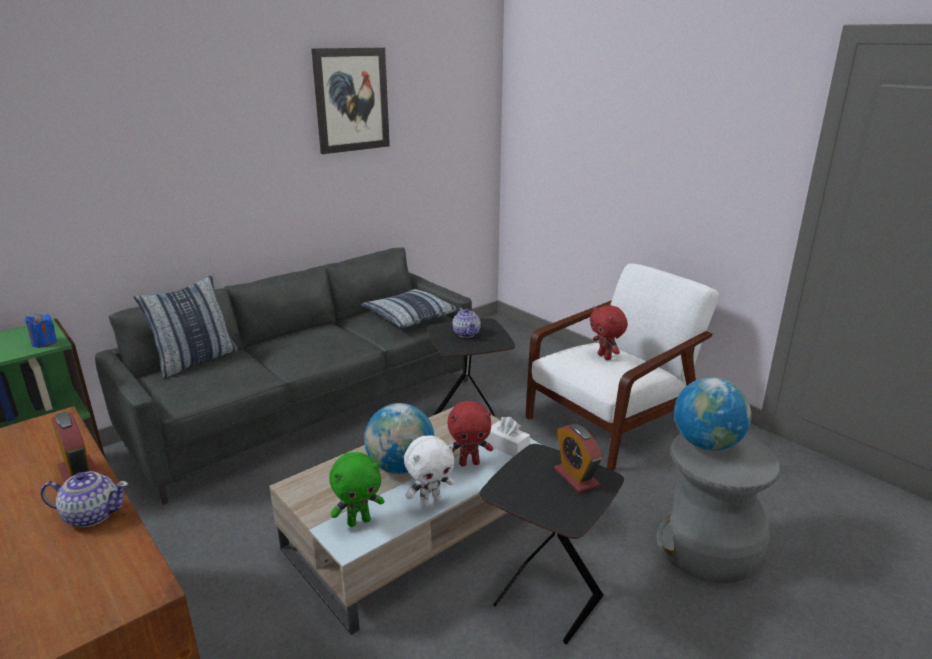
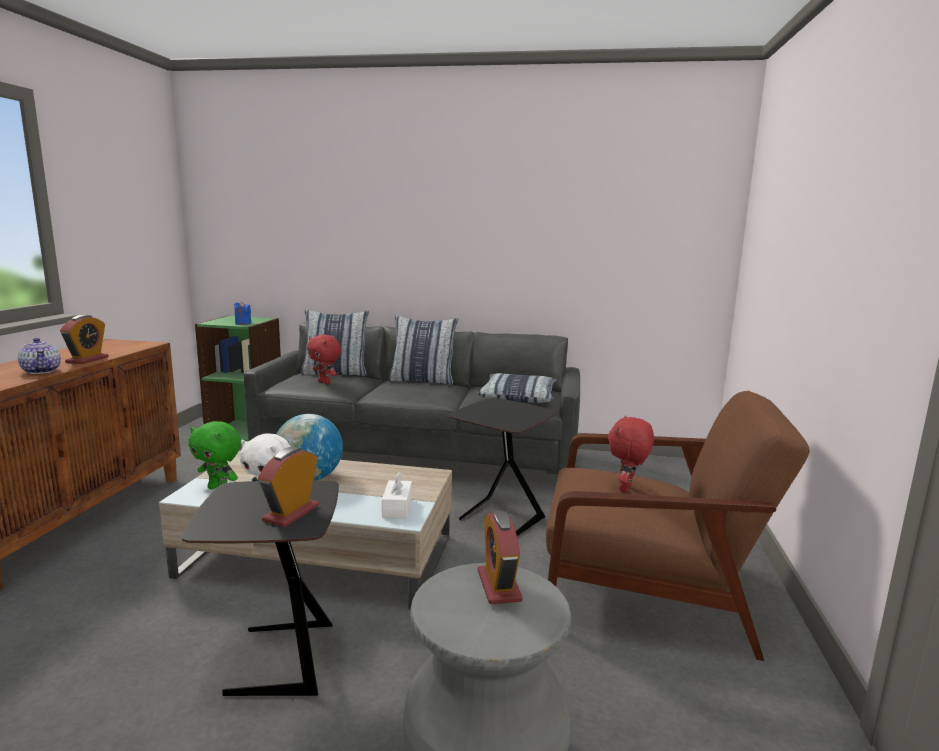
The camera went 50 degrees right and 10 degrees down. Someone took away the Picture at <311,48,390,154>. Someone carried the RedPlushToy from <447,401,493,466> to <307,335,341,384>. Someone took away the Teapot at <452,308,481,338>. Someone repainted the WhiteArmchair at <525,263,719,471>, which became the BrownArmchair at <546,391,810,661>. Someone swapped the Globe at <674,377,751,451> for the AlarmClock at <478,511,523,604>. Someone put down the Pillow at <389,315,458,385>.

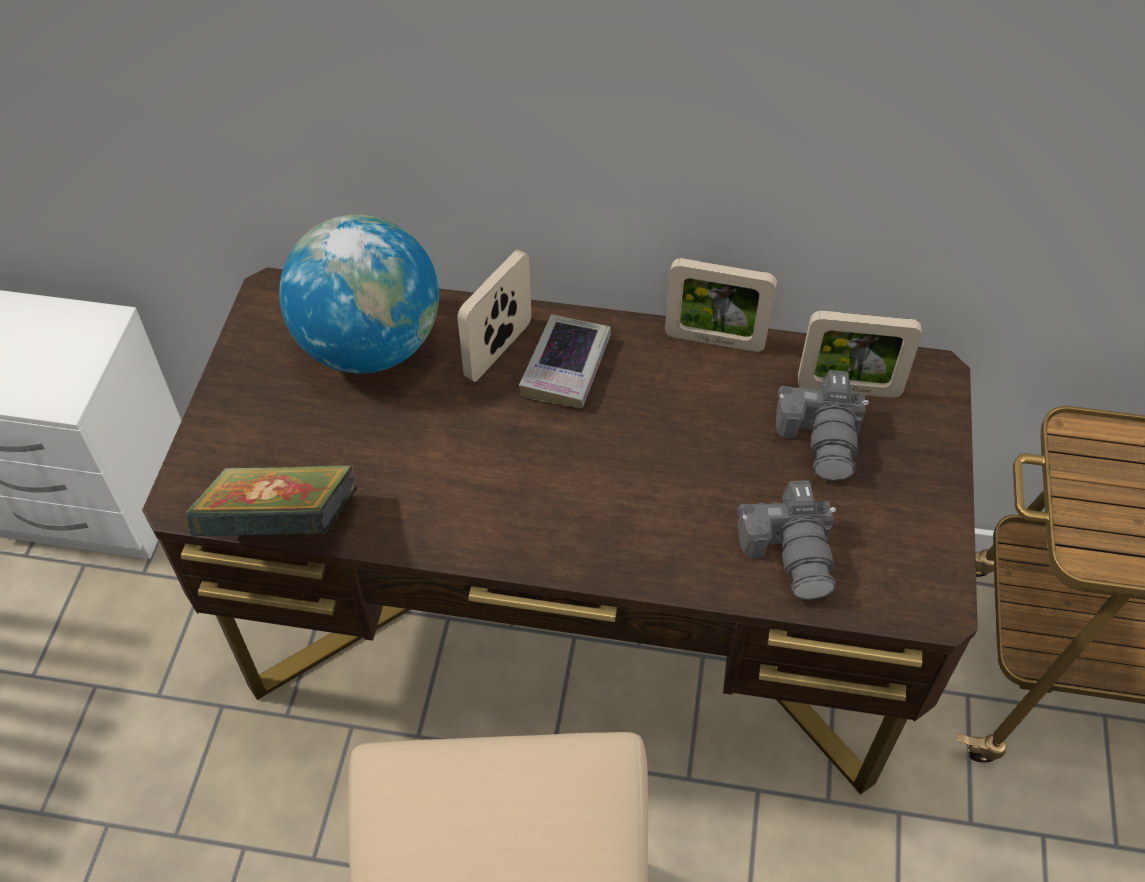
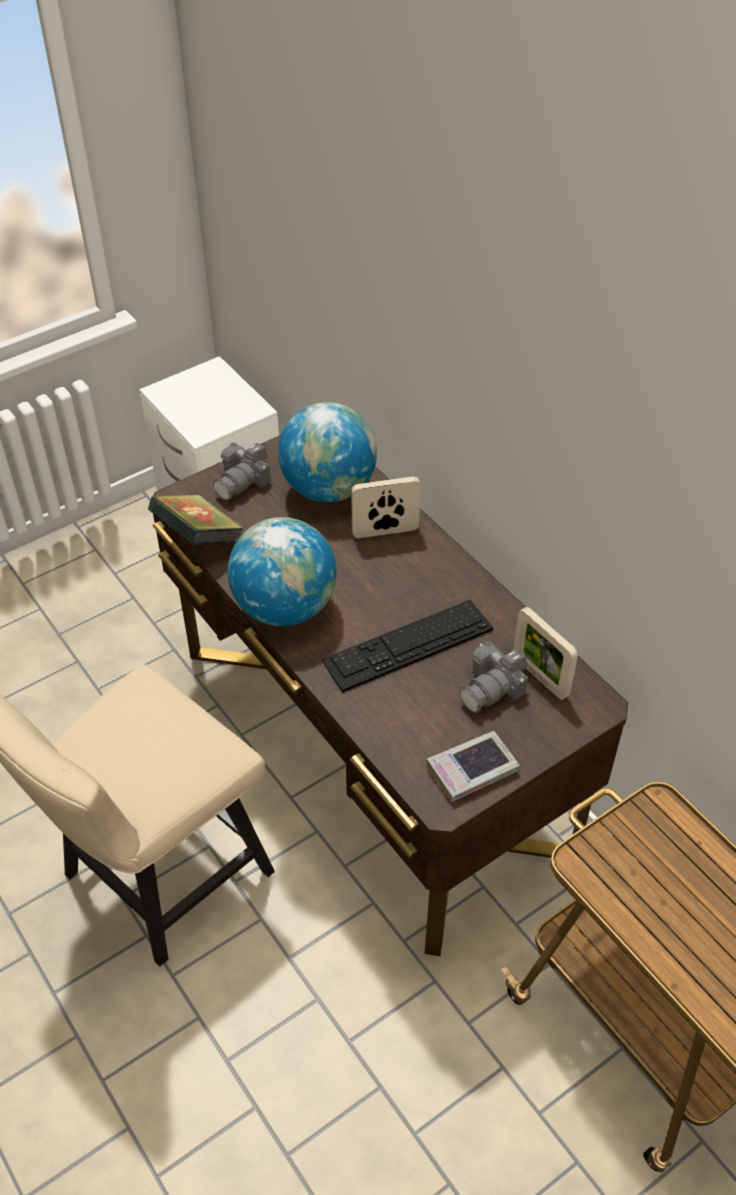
The camera went 45 degrees right and 5 degrees down. Someone carried the Book from <519,315,611,408> to <427,731,520,802>. Someone took away the PictureFrame at <665,258,777,352>. Someone carried the PhotoCamera from <737,480,836,600> to <213,443,271,501>. Someone put down the Globe at <228,517,337,626>. Someone put down the Keyboard at <321,600,493,693>.

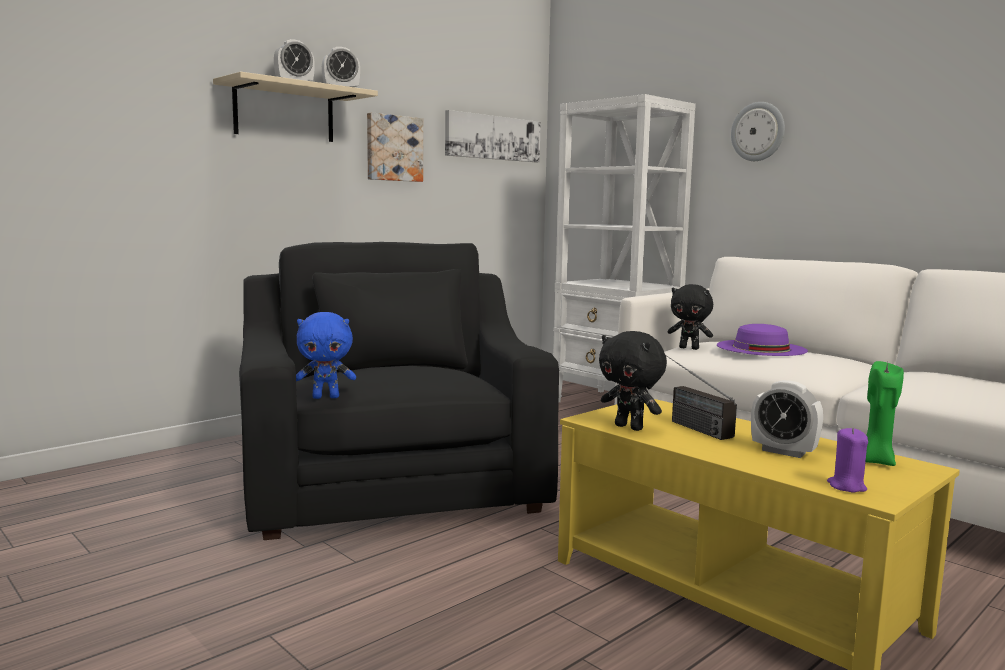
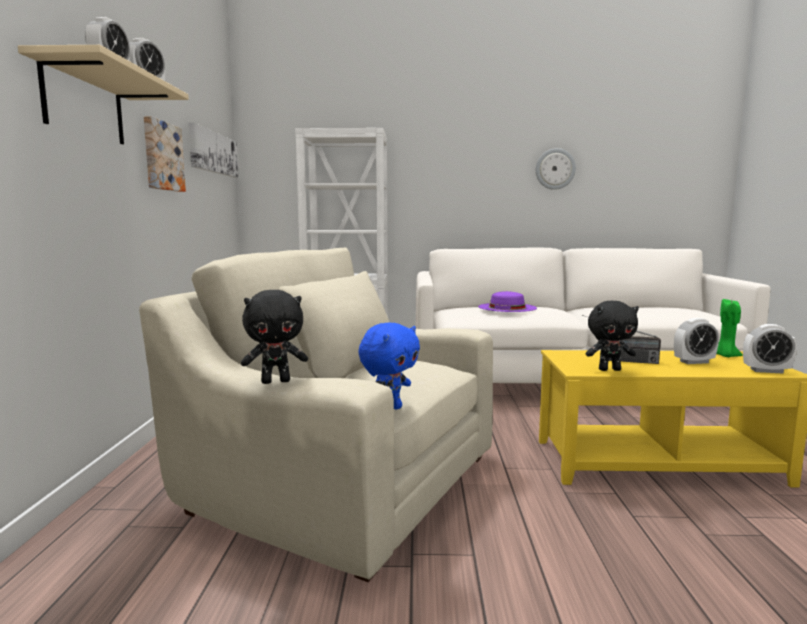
The camera went 45 degrees left and 0 degrees up. Someone repainted the BlackArmchair at <239,242,559,540>, which became the BeigeArmchair at <139,248,493,582>. Someone carried the BlackPlushToy from <667,284,713,350> to <241,290,308,384>. Someone carried the WallClock from <731,102,785,161> to <536,148,576,190>. Someone swapped the PurpleCandle at <827,428,868,493> for the AlarmClock at <743,324,797,374>.

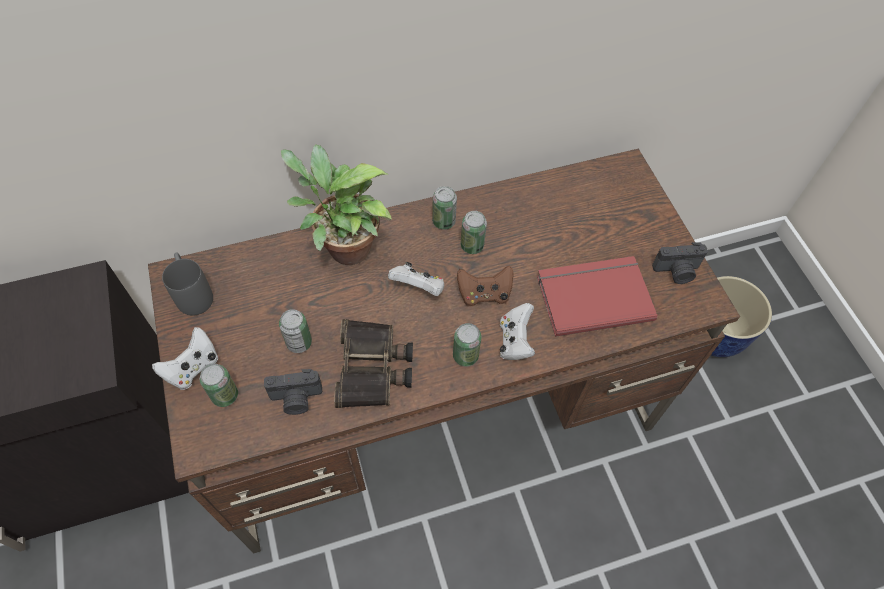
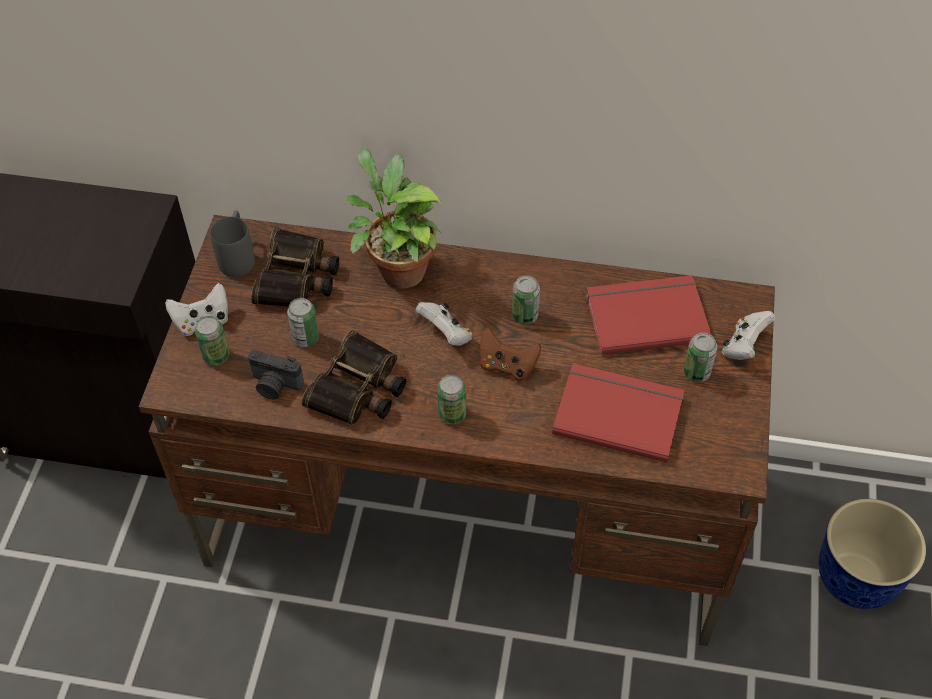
The camera went 30 degrees right and 5 degrees down. Someone carried the Can from <432,186,457,230> to <683,332,717,382>. Someone carried the WhiteGameController from <500,303,535,360> to <722,311,775,360>. Someone took away the PhotoCamera at <652,242,708,284>. Someone put down the Binoculars at <251,228,339,306>. Someone put down the RedBook at <586,275,712,355>.

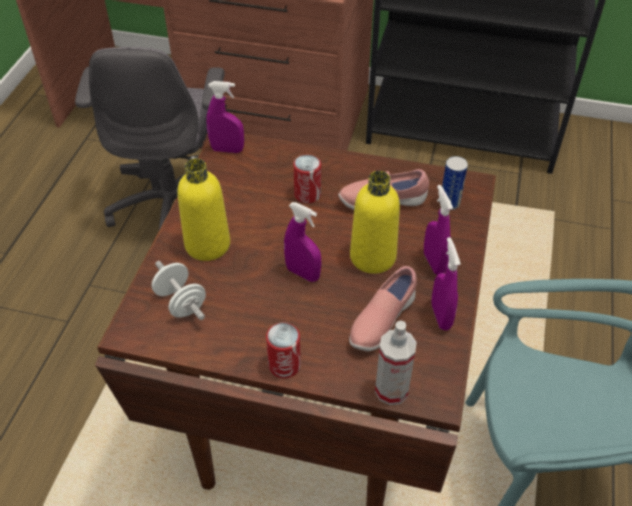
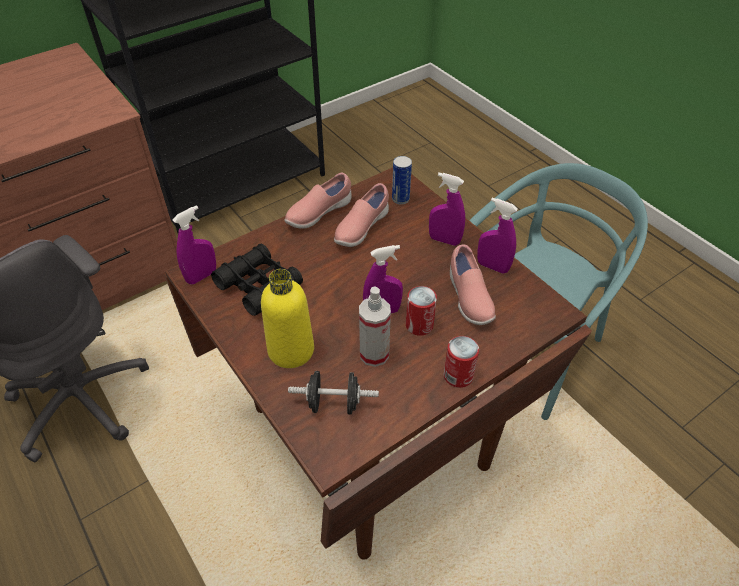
The camera went 50 degrees left and 0 degrees up. Someone repainted the WhiteDumbbell at <152,261,206,320>, which became the BlackDumbbell at <288,371,379,415>. Someone carried the Can from <294,154,321,203> to <406,286,437,336>. Someone took away the YellowBottle at <350,171,400,274>. Someone carried the SprayBottle from <375,320,417,405> to <359,287,391,367>. Someone put down the BlackBinoculars at <211,243,303,316>. Someone put down the PinkShoe at <284,173,351,229>.

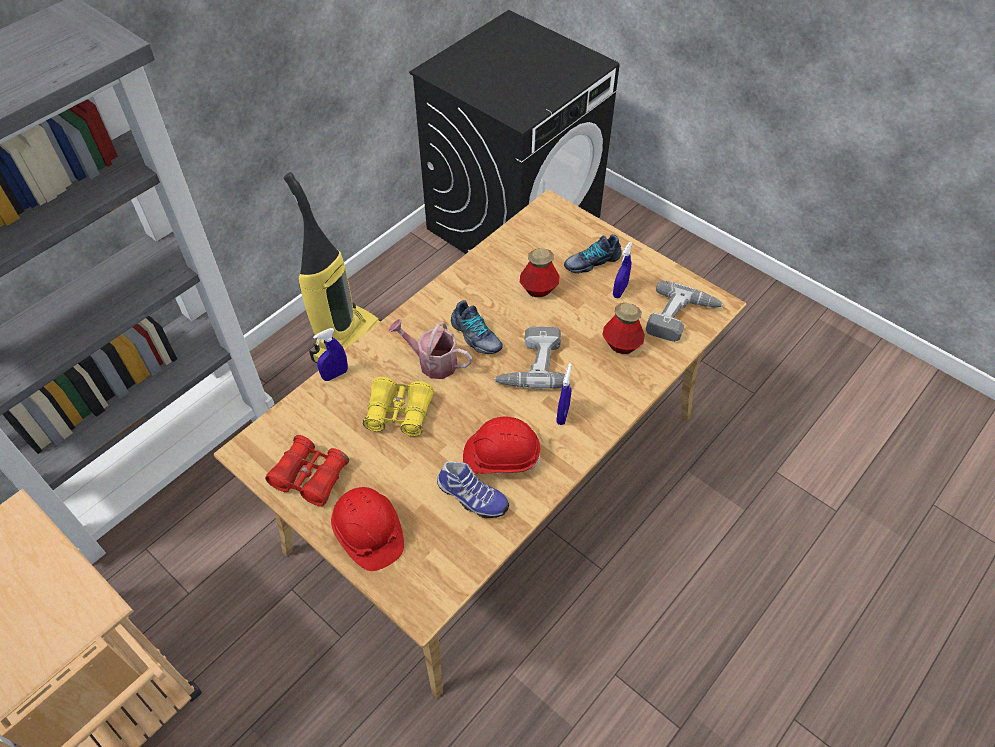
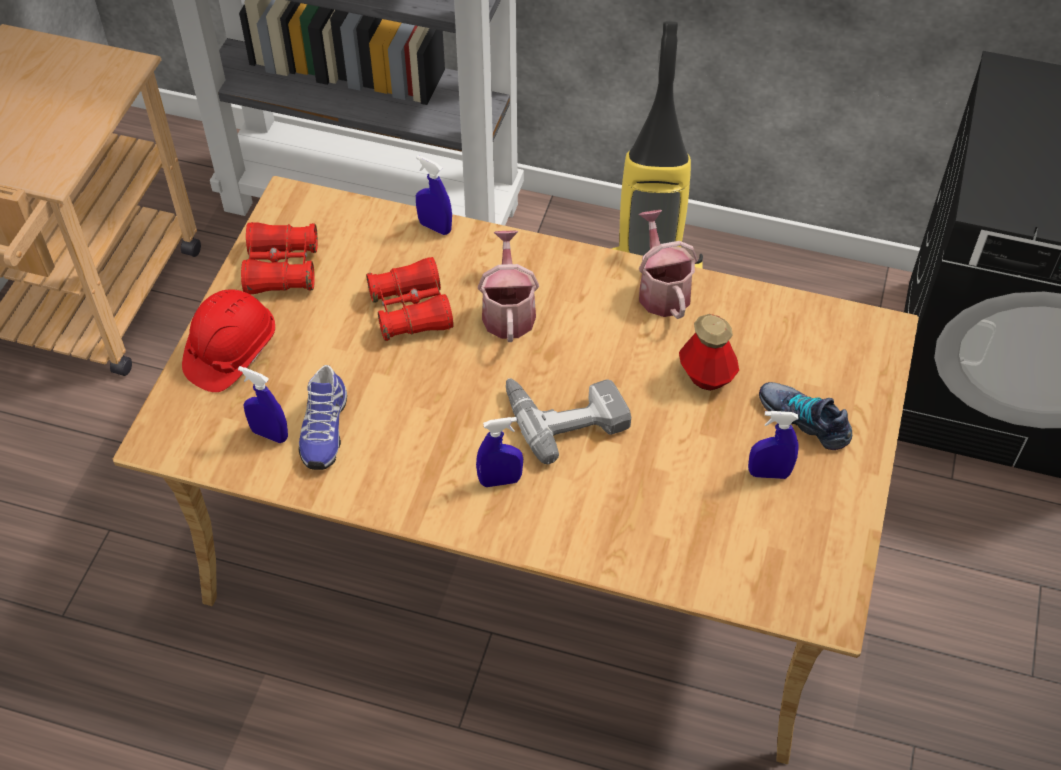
The camera went 65 degrees right and 0 degrees up. Someone repainted the YellowBinoculars at <363,377,434,436>, which became the RedBinoculars at <366,257,454,341>. Someone took away the Shoe at <451,300,503,354>. Someone took away the RedHardHat at <463,417,541,474>. Someone took away the Bottle at <602,303,645,354>. Someone took away the PowerDrill at <646,281,723,342>. Someone put down the BlueSprayBottle at <238,366,288,443>. Someone put down the WateringCan at <639,210,698,319>.

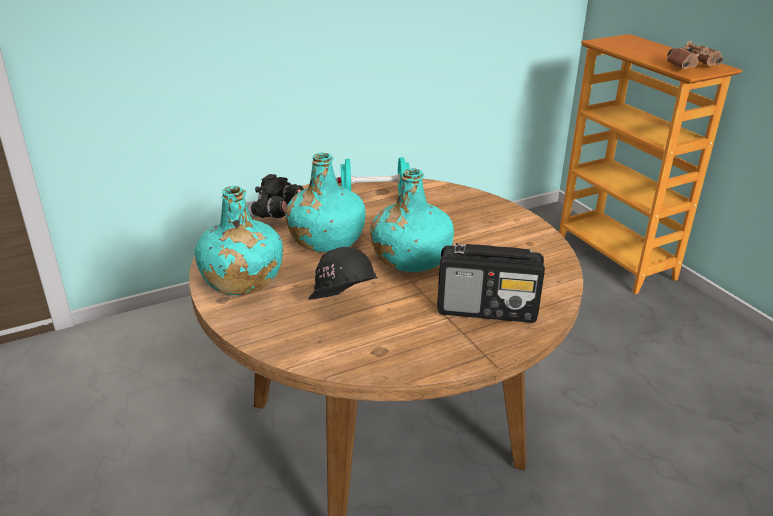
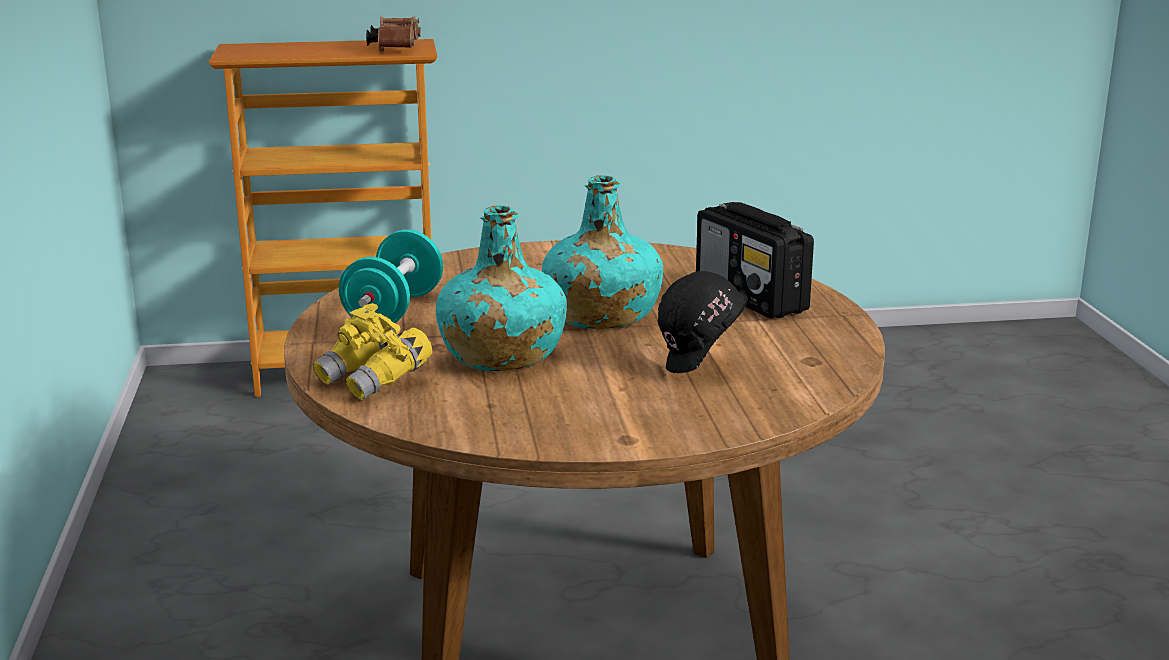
The camera went 70 degrees left and 10 degrees down. Someone took away the TurquoiseBottle at <195,186,283,295>. Someone repainted the BlackBinoculars at <246,174,304,218>, which became the YellowBinoculars at <313,303,432,400>. Someone rotated the Radio at <437,243,545,323> by 120 degrees clockwise.

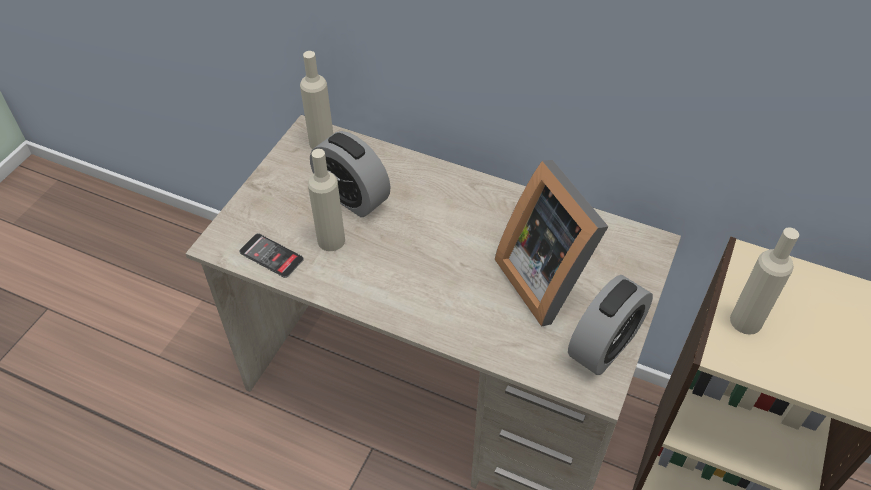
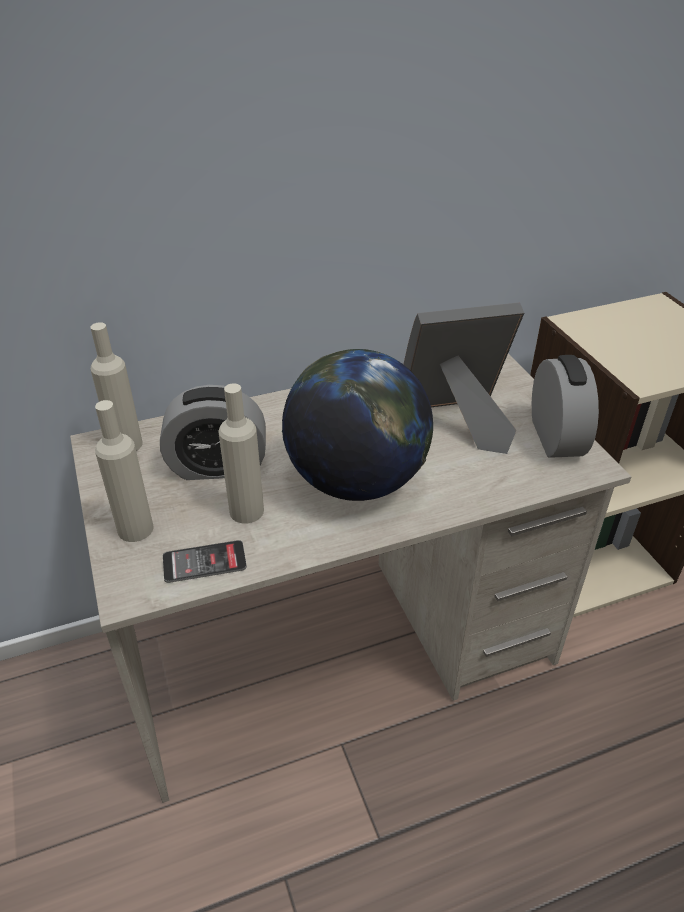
The camera went 45 degrees left and 10 degrees down. Someone rotated the PictureFrame at <495,160,609,327> by 150 degrees clockwise. Someone carried the BeigeBottle from <730,227,799,335> to <95,400,154,542>. Someone put down the Globe at <282,349,433,501>.

